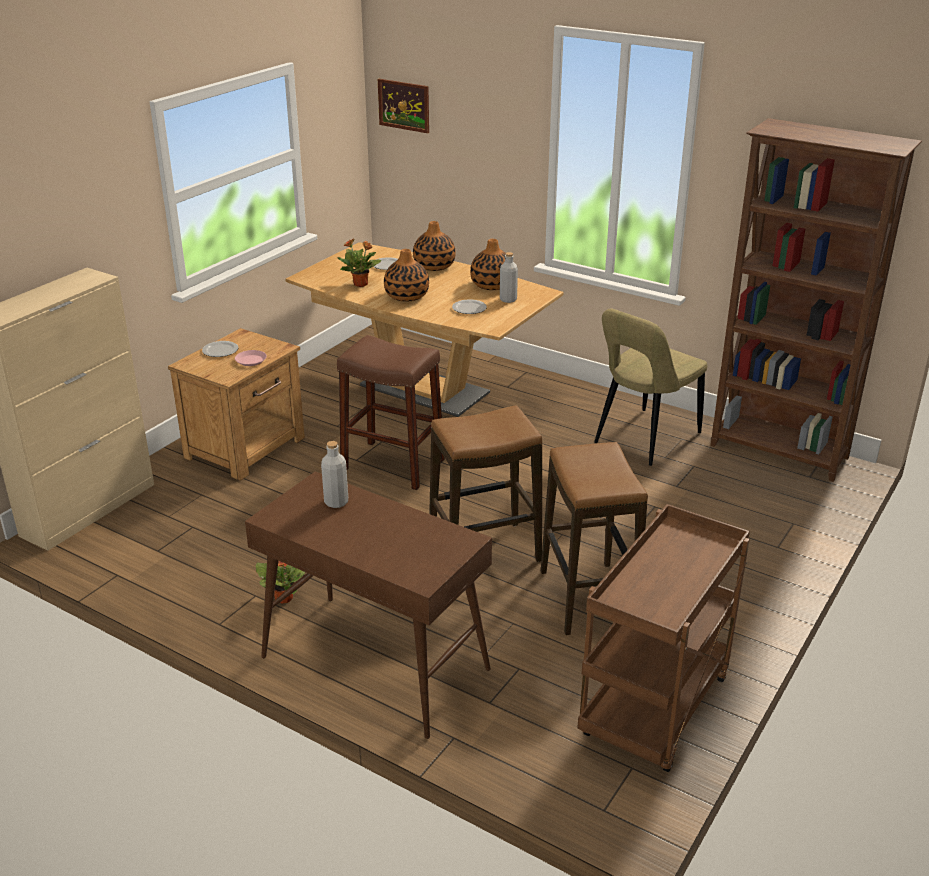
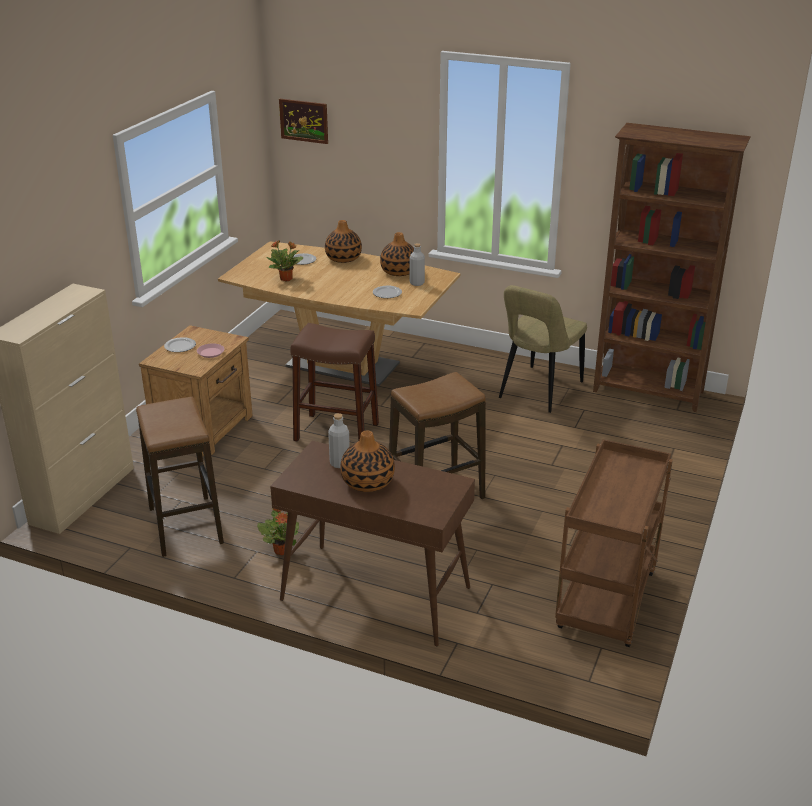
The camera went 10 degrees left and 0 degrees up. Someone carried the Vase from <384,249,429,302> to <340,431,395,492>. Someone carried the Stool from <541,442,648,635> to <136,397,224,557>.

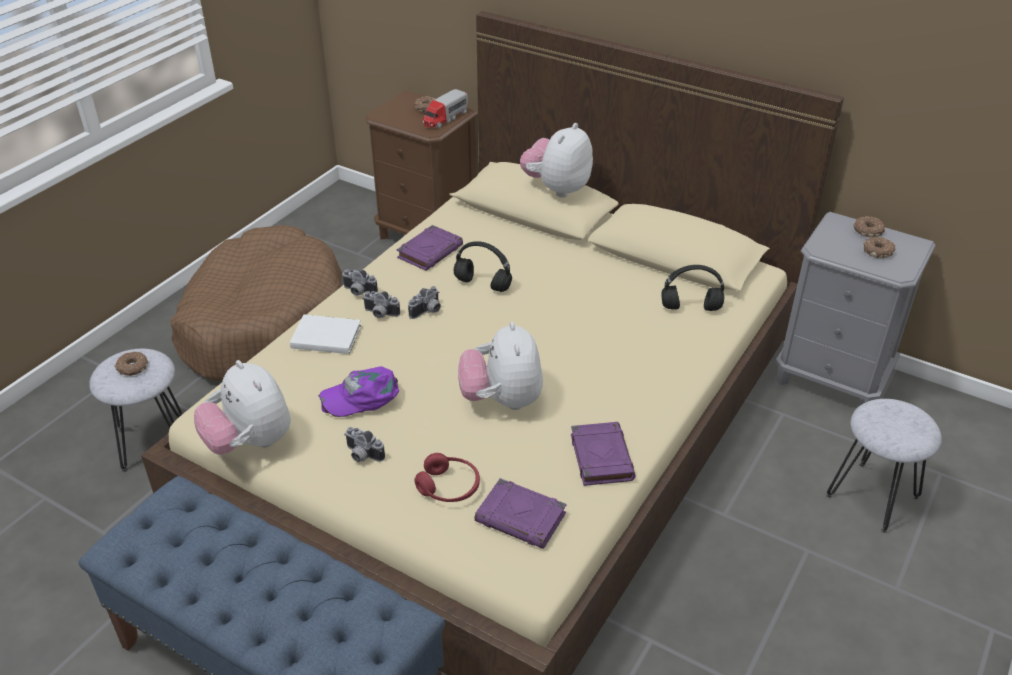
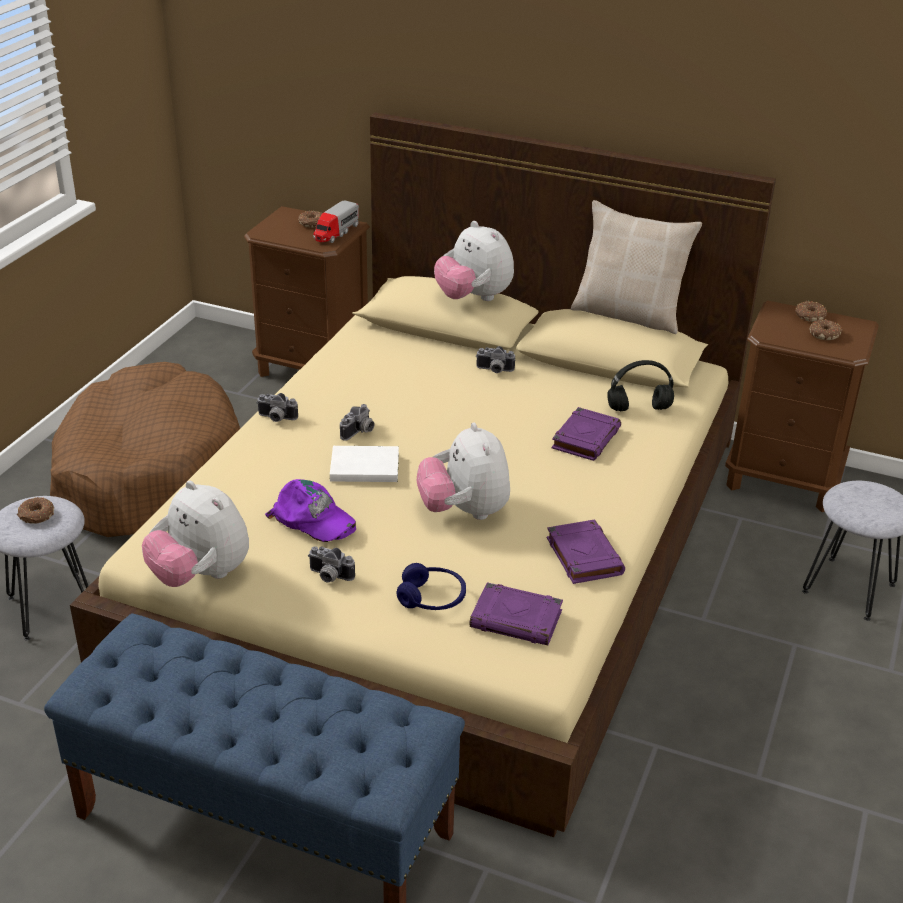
The camera went 10 degrees left and 5 degrees down. Someone carried the WhiteBook from <290,315,361,354> to <330,446,399,482>. Someone rotated the PurpleCap at <318,366,399,417> by 120 degrees counterclockwise. Someone carried the PhotoCamera from <362,291,400,318> to <476,346,516,373>. Someone carried the PurpleBook from <397,225,463,271> to <552,407,621,461>. Someone repainted the RedHeadphones at <414,453,480,502>, which became the BlueHeadphones at <397,563,466,610>. Someone took away the BlackHeadphones at <454,241,512,292>. Someone rotated the PlushToy at <520,123,593,198> by 60 degrees counterclockwise. Someone repainted the GreyNightstand at <775,212,936,406>, which became the BrownNightstand at <725,300,879,512>. Someone put down the BeigePillow at <571,200,702,334>.

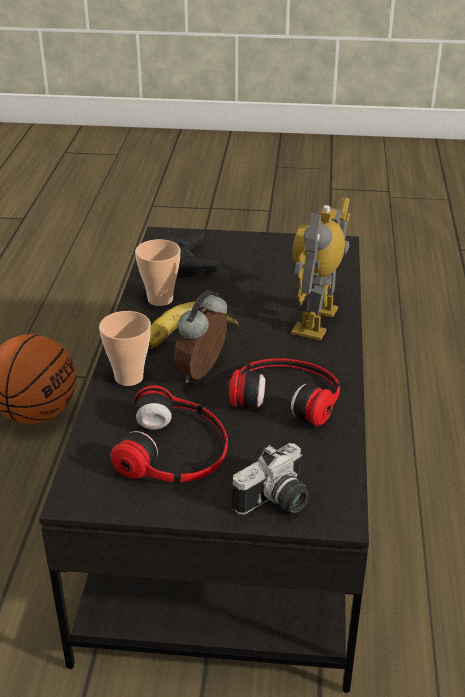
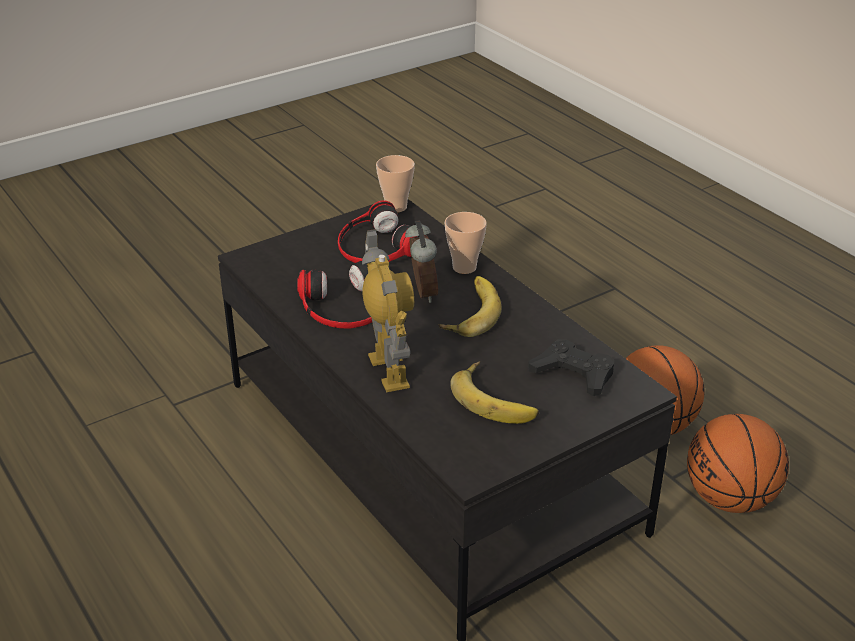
The camera went 140 degrees right and 0 degrees up. Someone carried the Cup from <135,239,181,306> to <376,155,415,213>. Someone took away the PhotoCamera at <231,443,310,515>. Someone put down the Banana at <450,361,539,424>. Someone put down the Basketball at <687,414,789,513>.

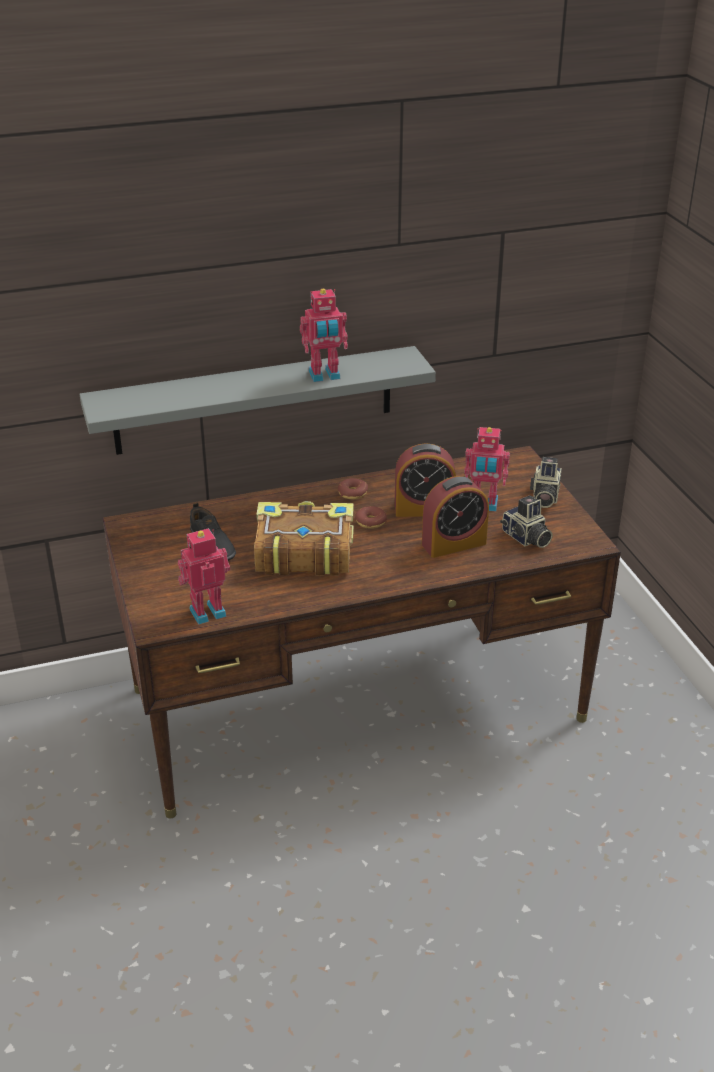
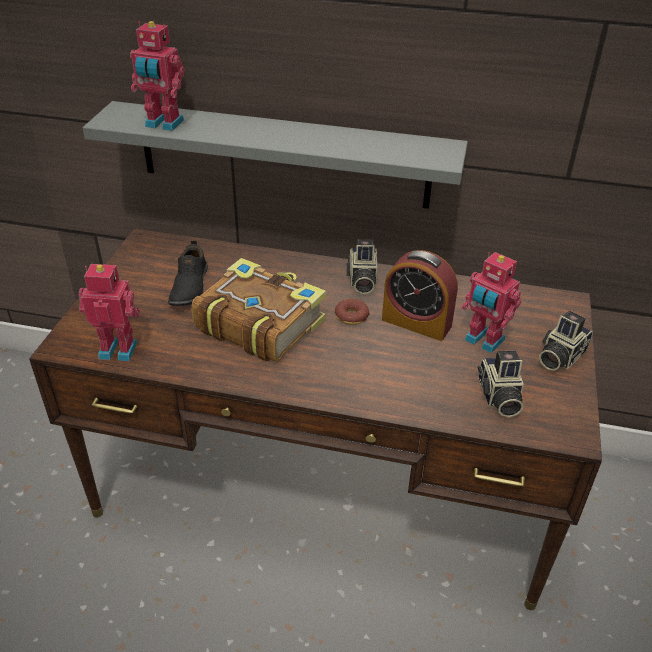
The camera went 30 degrees right and 5 degrees up. Someone carried the ToyRobot from <300,289,348,382> to <130,21,185,131>. Someone swapped the Donut at <338,478,368,500> for the PhotoCamera at <346,239,378,294>. Someone took away the AlarmClock at <422,476,489,558>.

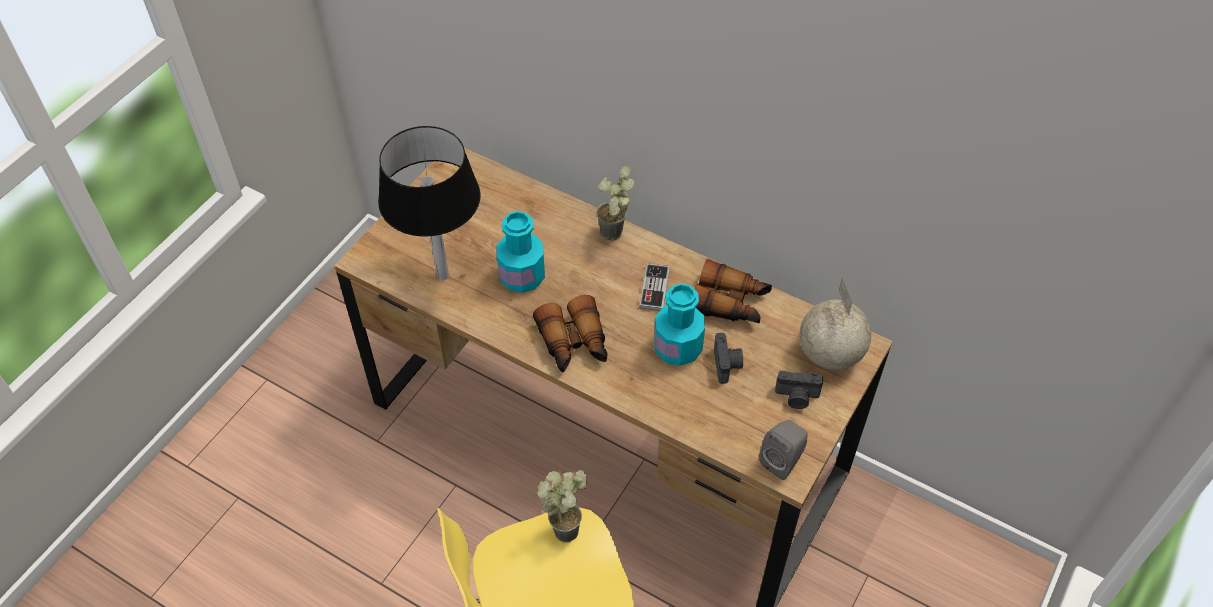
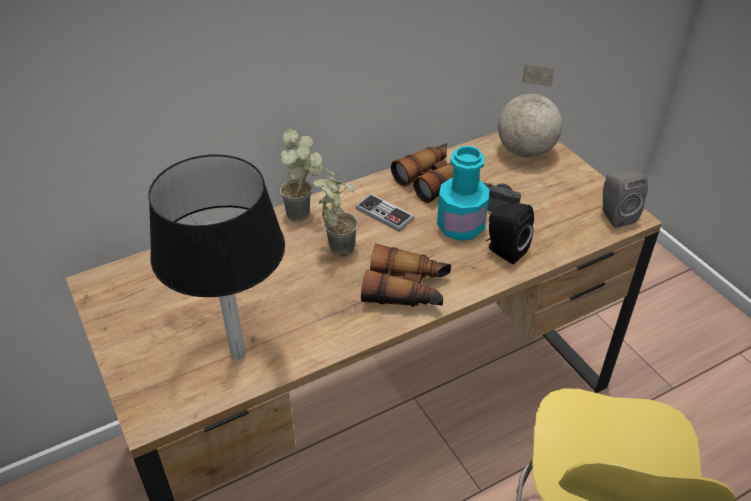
The camera went 60 degrees left and 10 degrees down. Someone took away the TurquoiseBottle at <497,211,545,293>. Someone carried the PottedPlant from <537,470,587,542> to <313,169,358,257>. Someone took away the PhotoCamera at <775,371,823,409>. Someone put down the BlackSpeaker at <486,203,534,264>.

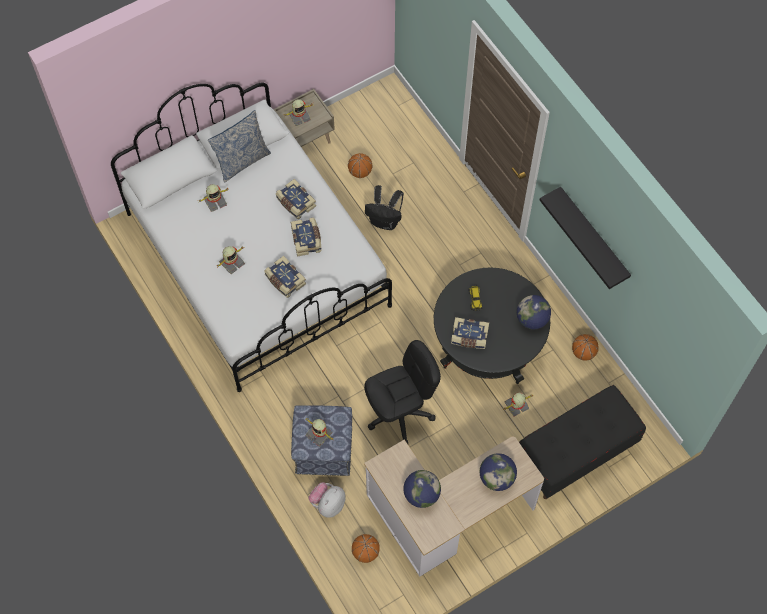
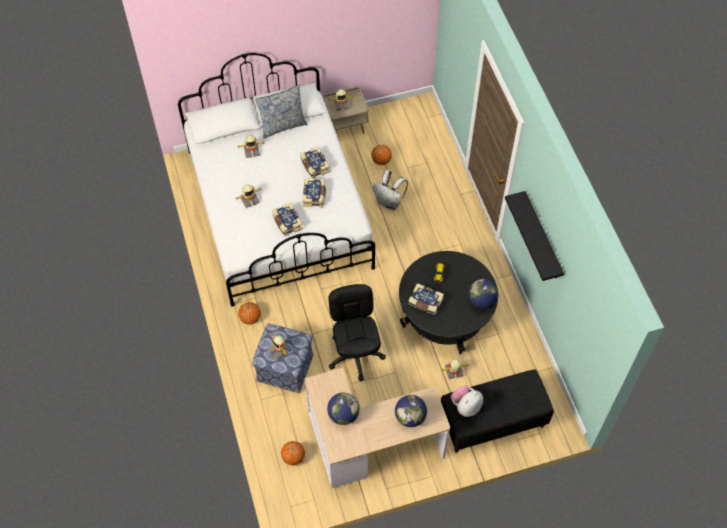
The camera went 15 degrees right and 5 degrees down. Someone carried the PlushToy from <308,482,346,518> to <450,385,483,417>. Someone rotated the BlackOfficeChair at <364,340,441,444> by 90 degrees counterclockwise. Someone repainted the BlackBackpack at <365,185,404,230>, which became the WhiteBackpack at <373,170,408,210>. Someone carried the Basketball from <572,334,599,361> to <238,302,261,325>.

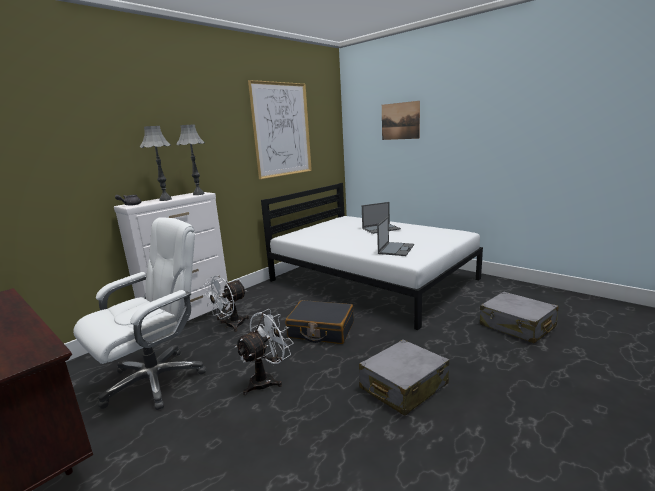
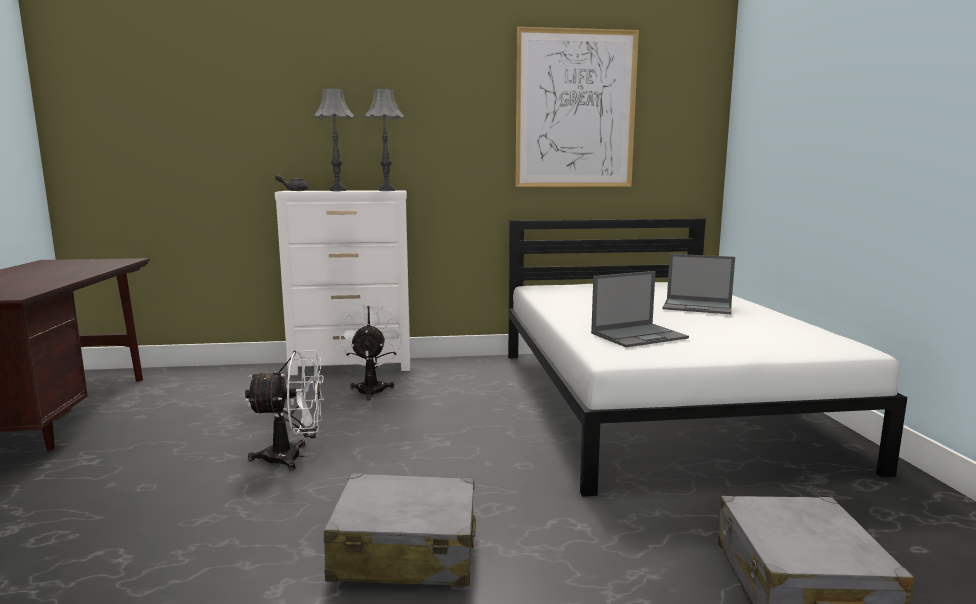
The camera went 40 degrees right and 5 degrees down. Someone took away the WhiteOfficeChair at <73,217,206,410>. Someone rotated the WhiteFan at <203,275,249,332> by 90 degrees clockwise. Someone took away the BlackSuitcase at <285,300,354,344>. Someone took away the Picture at <382,101,420,140>.

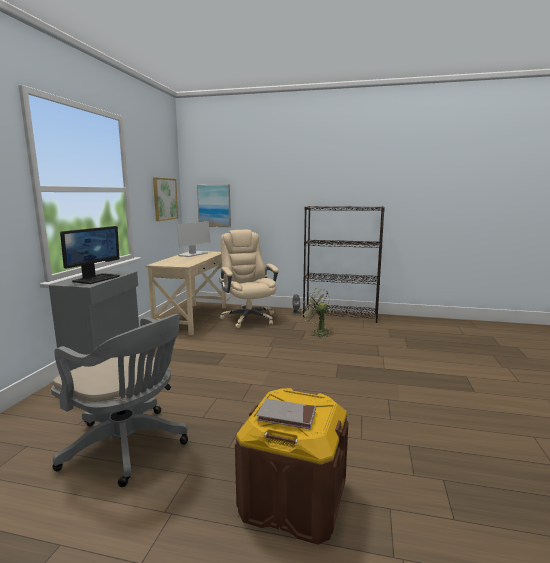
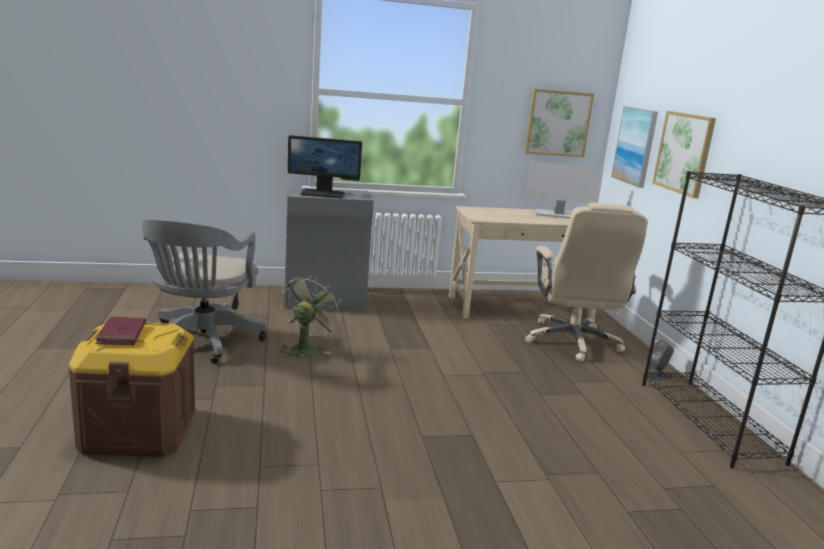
The camera went 65 degrees right and 5 degrees up. Someone rotated the BeigeOfficeChair at <219,230,279,328> by 135 degrees clockwise. Someone repainted the GreyBook at <256,399,316,429>, which became the RedBook at <95,316,146,345>. Someone carried the GreenFan from <301,288,330,337> to <279,274,342,359>. Someone put up the Picture at <652,111,716,198>.

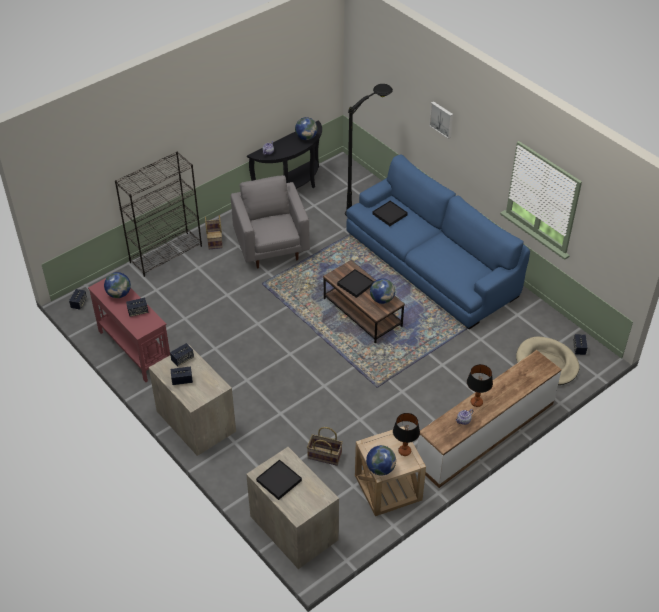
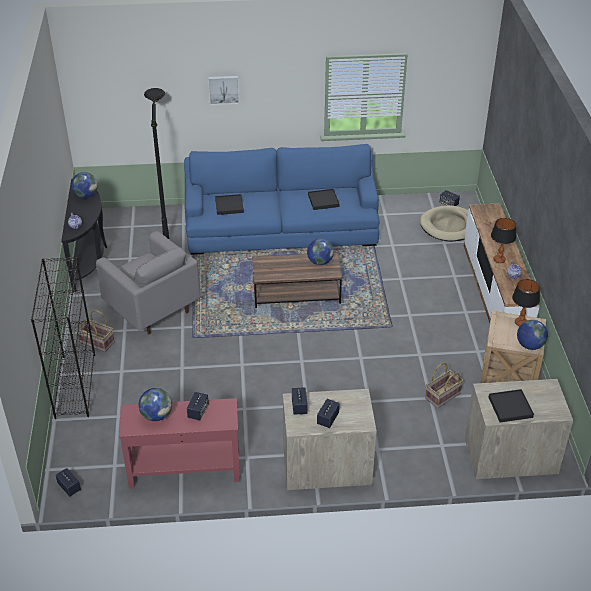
The camera went 55 degrees left and 5 degrees down. Someone rotated the GreyArmchair at <231,175,310,268> by 150 degrees counterclockwise. Someone carried the BlackTray from <337,269,374,298> to <308,189,339,210>.

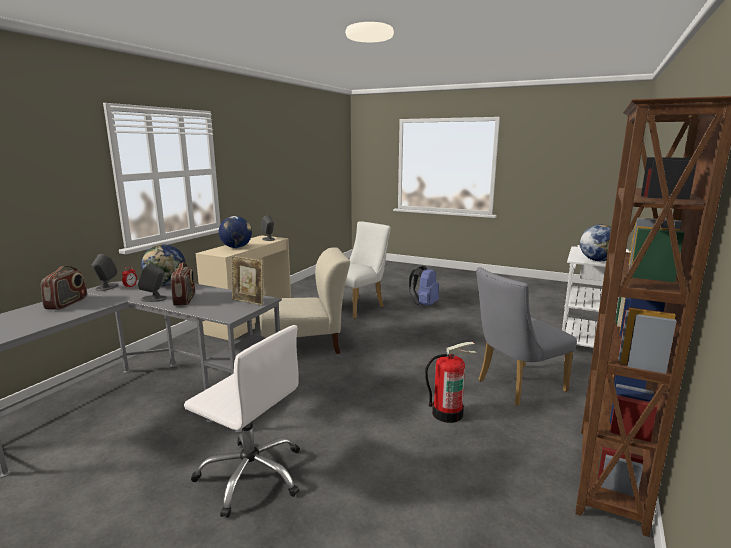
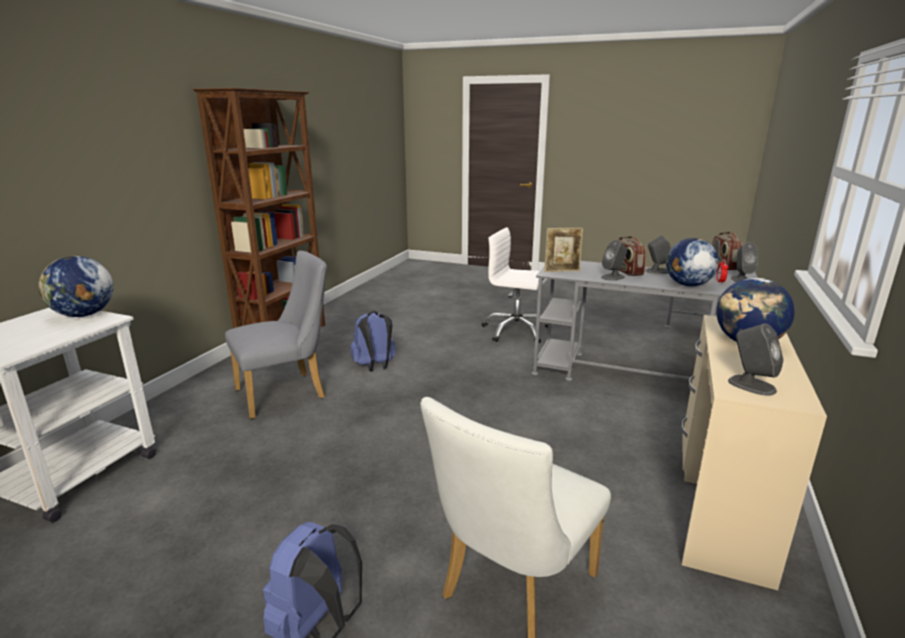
The camera went 175 degrees right and 5 degrees up. Someone rotated the PictureFrame at <232,256,264,306> by 150 degrees clockwise. Someone took away the BeigeChair at <259,247,350,354>. Someone swapped the FireExtinguisher at <425,342,477,423> for the BlueBackpack at <351,311,395,372>. Someone put down the GreySpeaker at <601,240,627,281>.

